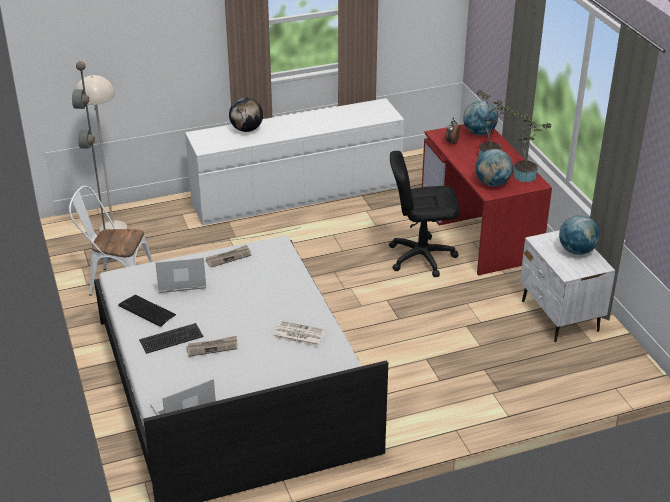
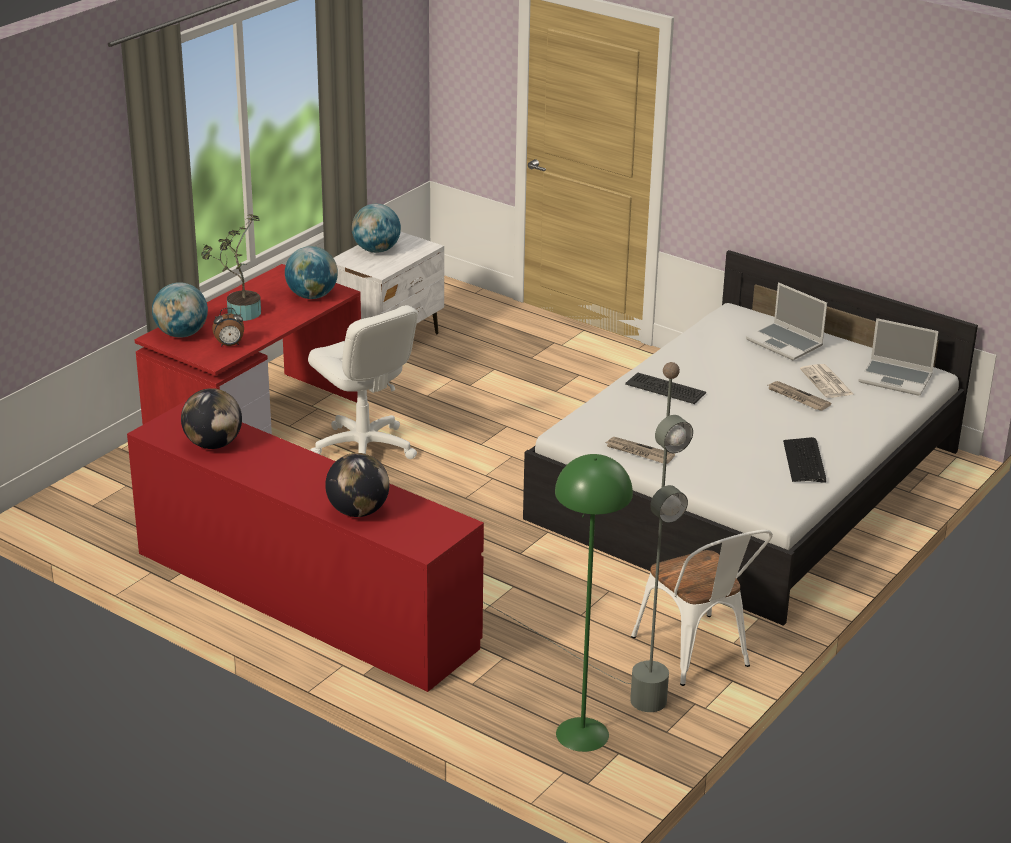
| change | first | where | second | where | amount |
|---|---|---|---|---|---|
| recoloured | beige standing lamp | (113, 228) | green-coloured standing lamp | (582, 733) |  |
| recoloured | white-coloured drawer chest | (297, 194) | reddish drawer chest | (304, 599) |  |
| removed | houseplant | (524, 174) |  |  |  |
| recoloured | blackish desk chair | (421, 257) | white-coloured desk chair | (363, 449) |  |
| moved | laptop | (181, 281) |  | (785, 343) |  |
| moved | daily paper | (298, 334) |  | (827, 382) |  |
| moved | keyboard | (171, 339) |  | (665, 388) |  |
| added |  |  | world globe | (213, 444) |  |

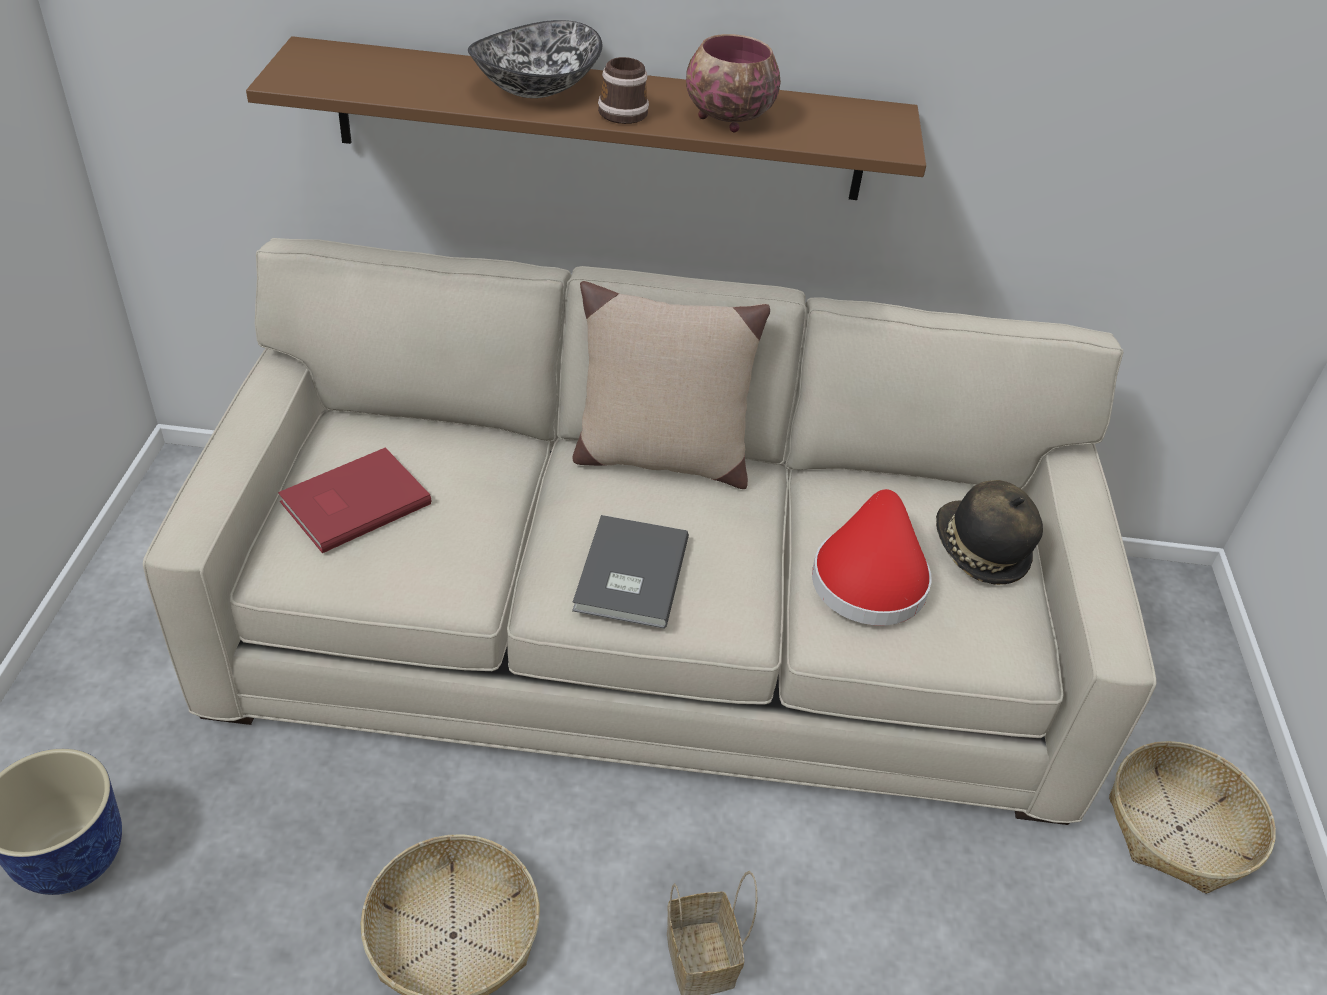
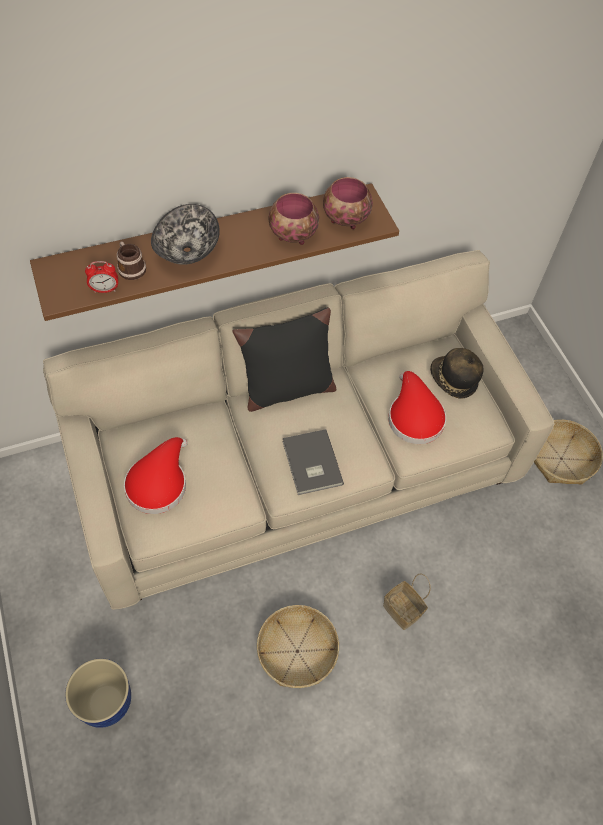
| change | first | where | second | where | amount |
|---|---|---|---|---|---|
| moved | tea mug | (622, 110) |  | (130, 267) |  |
| recoloured | beige pillow | (659, 458) | blackish pillow | (286, 389) |  |
| replaced | reddish book | (352, 502) | reddish hat | (158, 482) |  |
| added |  |  | deep dish | (344, 219) |  |
| added |  |  | bedside clock | (105, 289) |  |

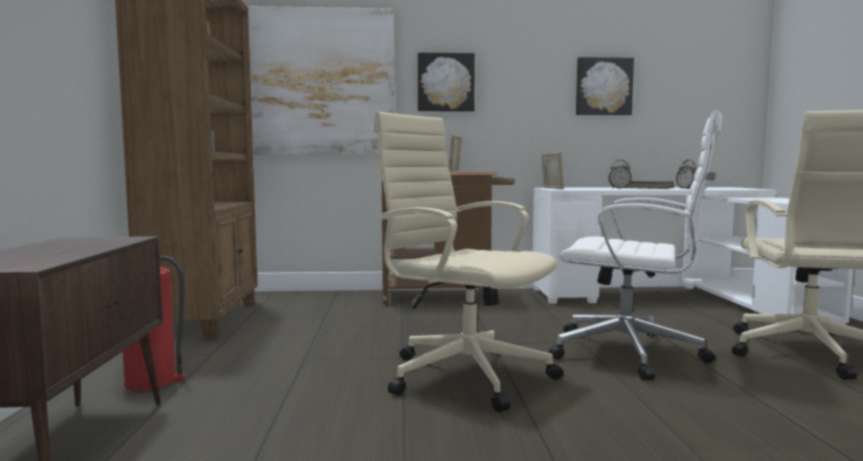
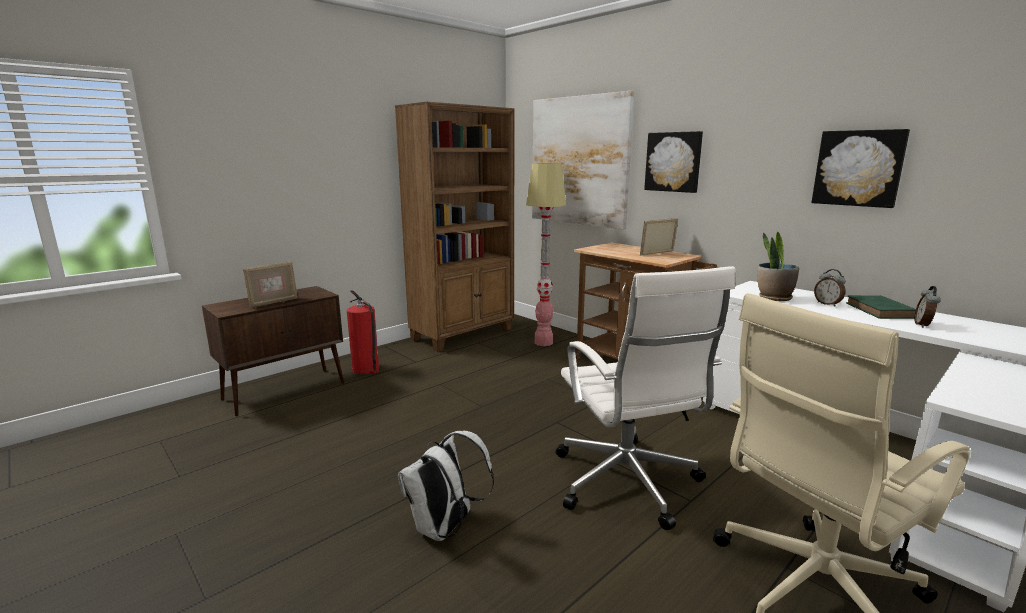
| change | first | where | second | where | amount |
|---|---|---|---|---|---|
| removed | beige desk chair | (464, 374) |  |  |  |
| moved | photo frame | (551, 188) |  | (273, 303) |  |
| added |  |  | standing lamp | (543, 342) |  |
| added |  |  | houseplant | (774, 298) |  |
| added |  |  | white-coloured rucksack | (445, 528) |  |

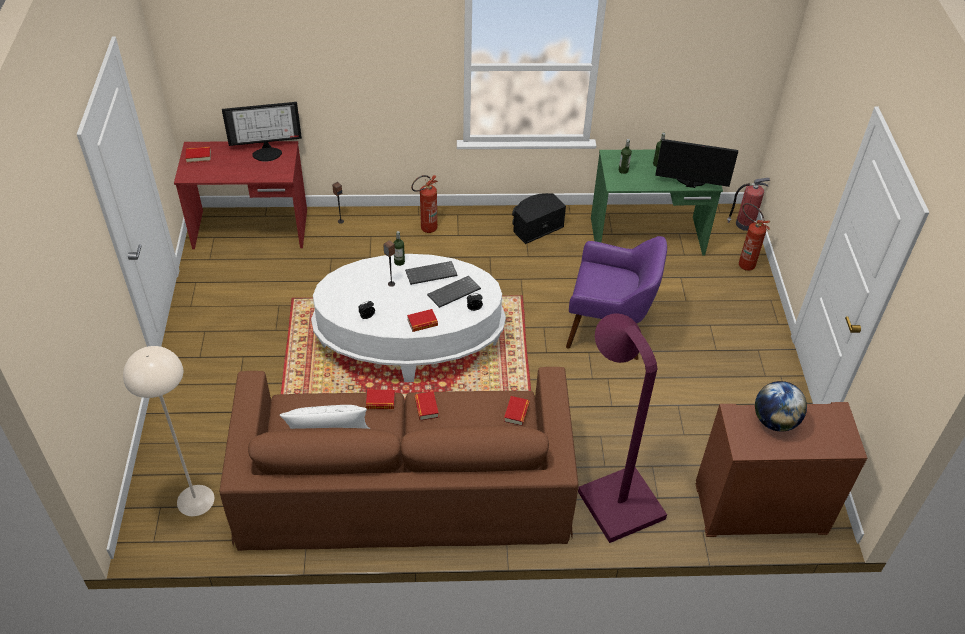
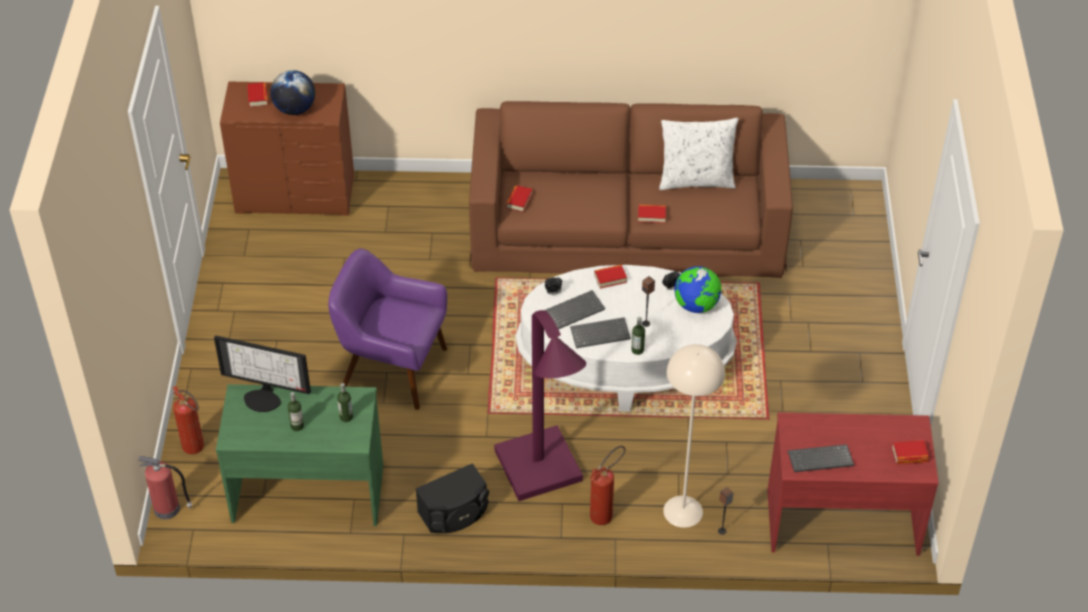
| change | first | where | second | where | amount |
|---|---|---|---|---|---|
| replaced | computer screen | (267, 152) | keyboard | (819, 460) |  |
| moved | purplish standing lamp | (614, 495) |  | (543, 476) |  |
| moved | beige standing lamp | (196, 500) |  | (682, 511) |  |
| moved | book | (426, 408) |  | (258, 97) |  |
| added |  |  | world globe | (696, 305) |  |

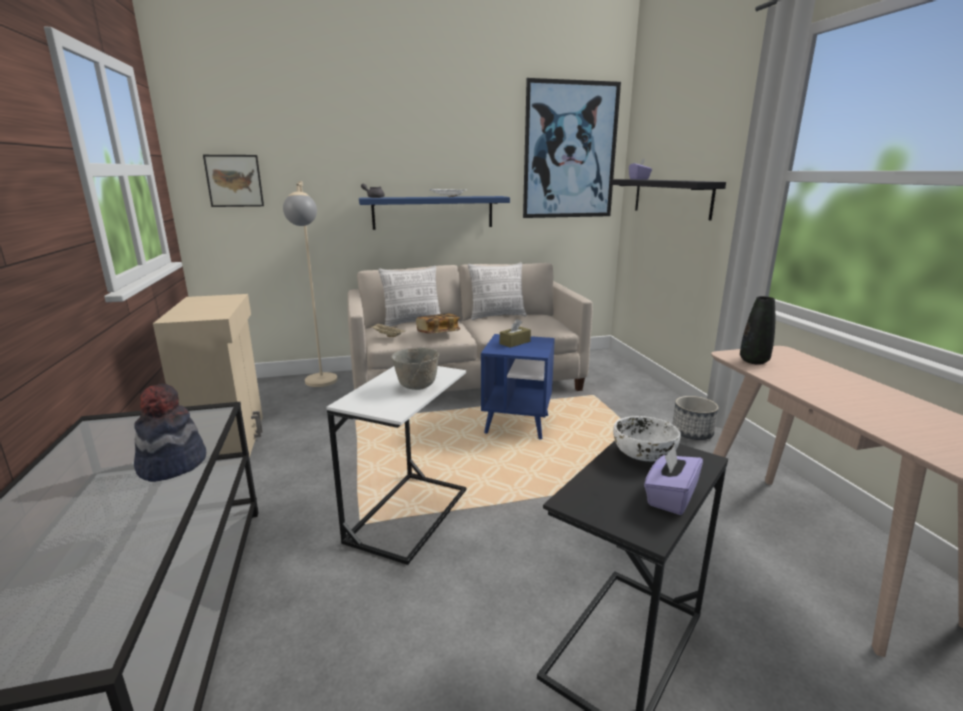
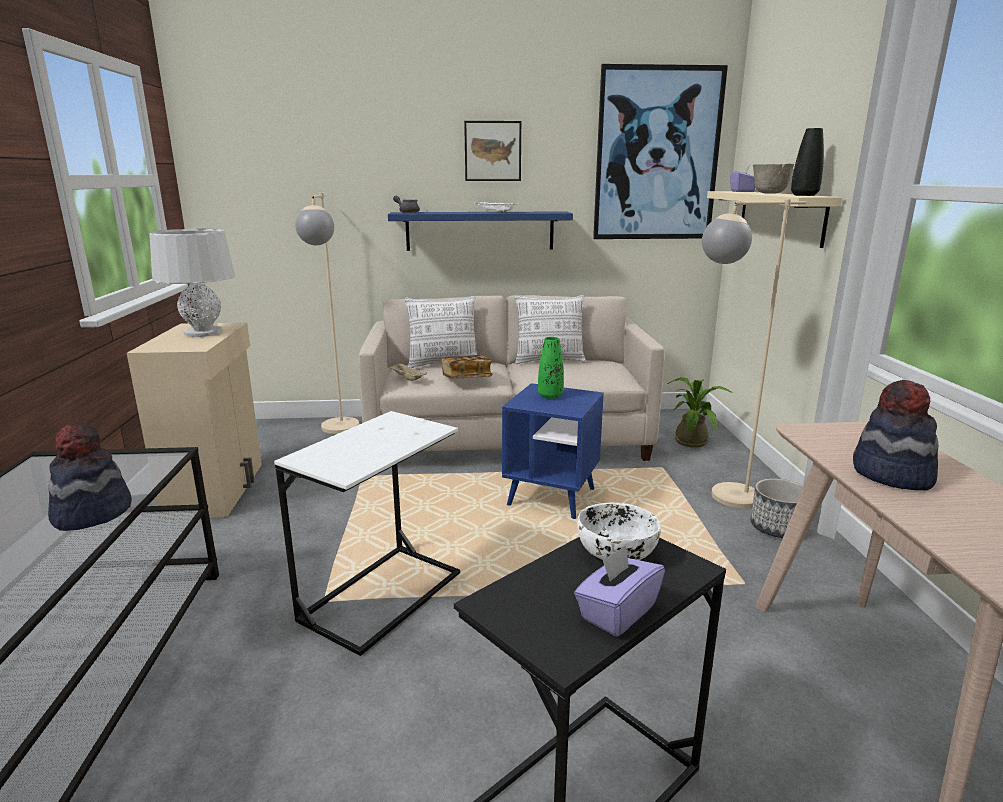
| change | first | where | second | where | amount |
|---|---|---|---|---|---|
| moved | wall picture | (234, 181) |  | (492, 151) |  |
| recoloured | blackish bracket shelf | (671, 197) | beige bracket shelf | (780, 216) |  |
| moved | blackish decorative vase | (754, 361) |  | (804, 195) |  |
| replaced | brown box of tissues | (515, 342) | green-coloured decorative vase | (550, 396) |  |
| moved | grey deep dish | (417, 386) |  | (770, 193) |  |
| added |  |  | beige standing lamp | (720, 498) |  |
| added |  |  | grey tabletop lamp | (203, 332) |  |
| added |  |  | houseplant | (692, 440) |  |
| added |  |  | hat | (891, 475) |  |

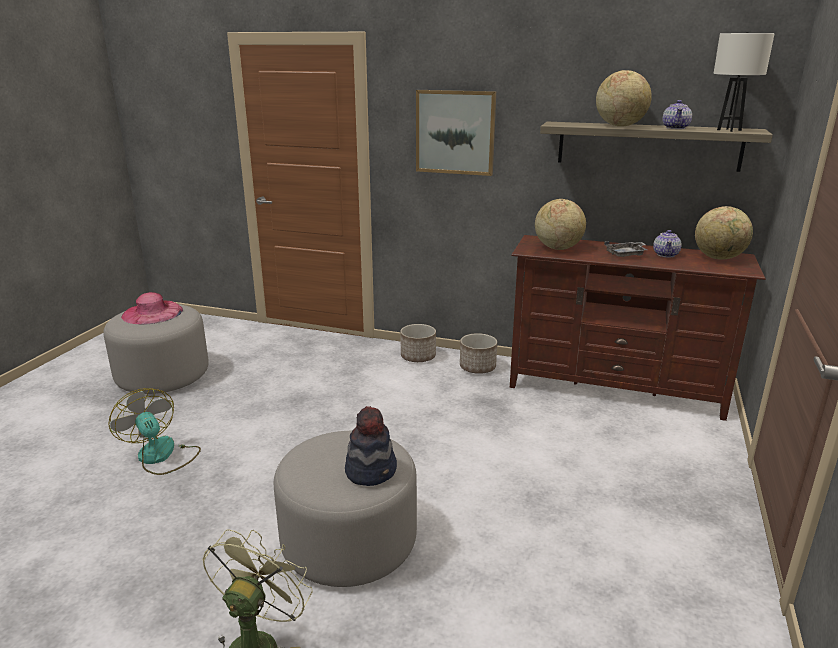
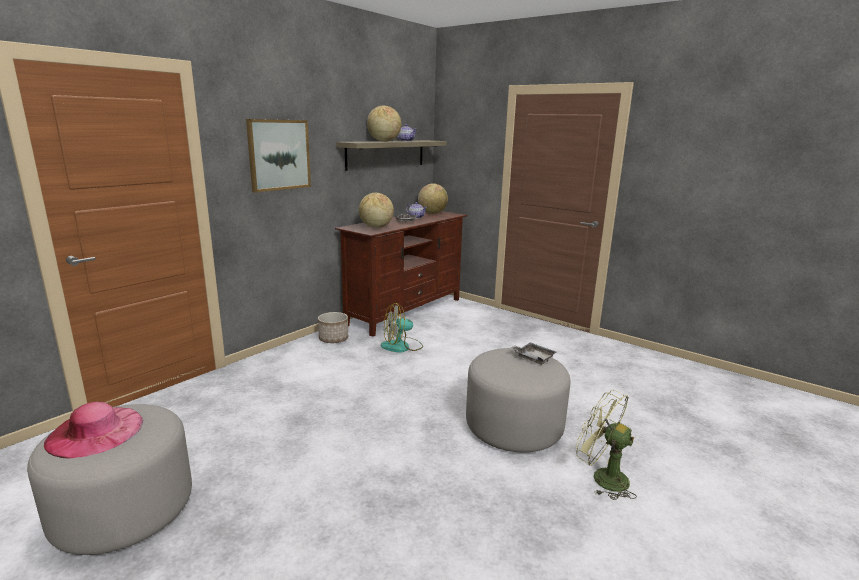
| change | first | where | second | where | amount |
|---|---|---|---|---|---|
| removed | white-coloured tabletop lamp | (729, 130) |  |  |  |
| removed | flower pot | (418, 357) |  |  |  |
| moved | electric fan | (161, 456) |  | (402, 346) |  |
| replaced | hat | (371, 470) | grey serving tray | (533, 358) |  |

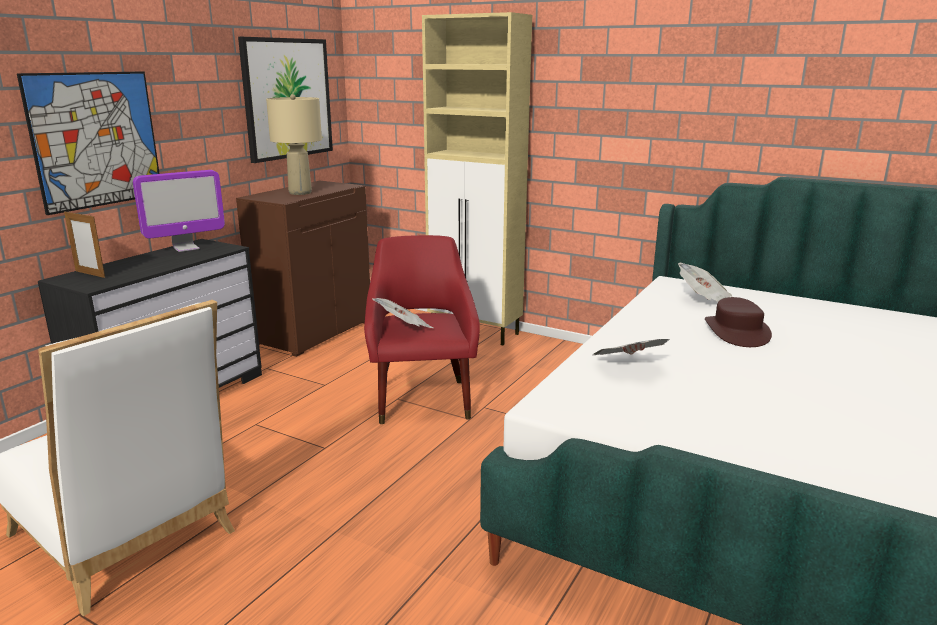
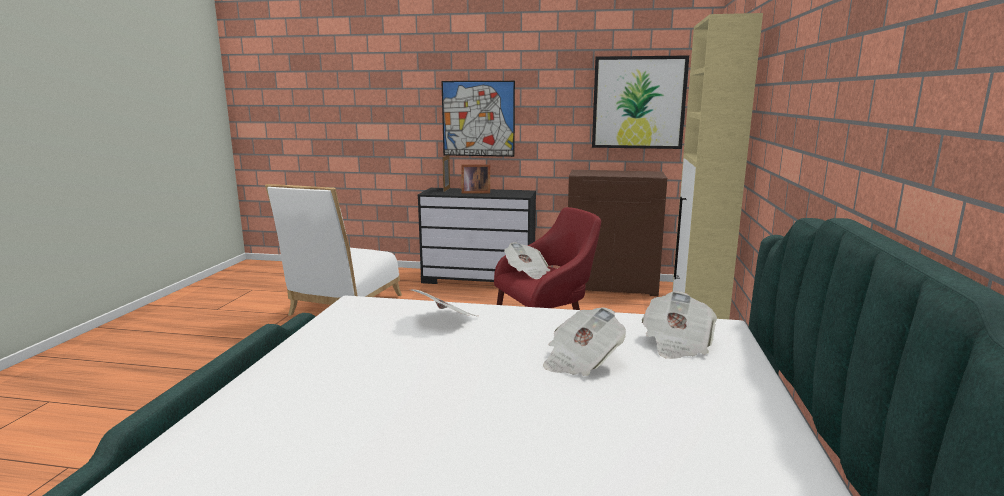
| change | first | where | second | where | amount |
|---|---|---|---|---|---|
| removed | beige tabletop lamp | (299, 193) |  |  |  |
| removed | computer screen | (186, 248) |  |  |  |
| replaced | brown hat | (736, 332) | daily paper | (581, 361) |  |
| added |  |  | photo frame | (474, 192) |  |

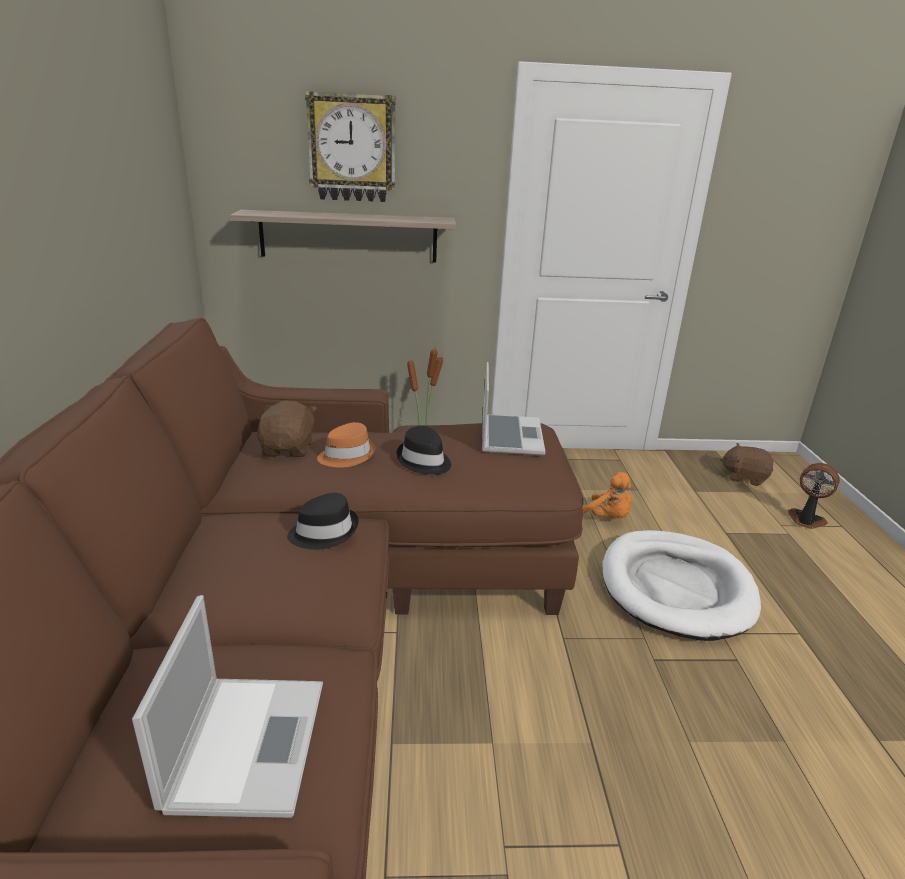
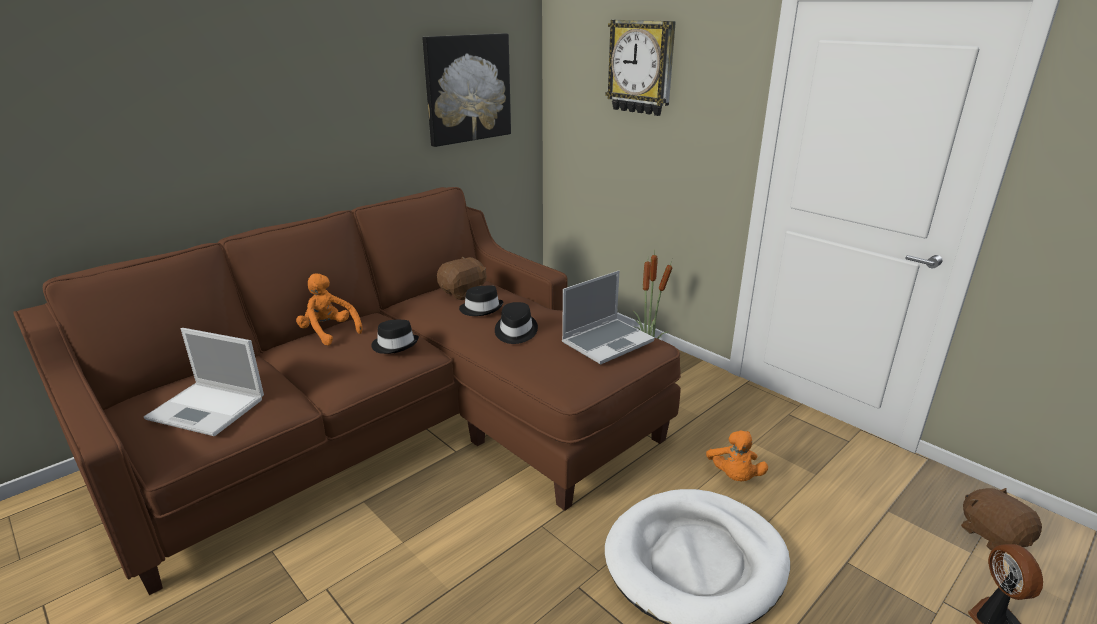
| change | first | where | second | where | amount |
|---|---|---|---|---|---|
| removed | bracket shelf | (348, 236) |  |  |  |
| recoloured | orange hat | (347, 455) | blackish hat | (481, 308) |  |
| turned | laptop | (247, 740) |  | (208, 409) | 60 degrees clockwise |
| added |  |  | wall picture | (467, 88) |  |
| added |  |  | orange cuddly toy | (329, 332) |  |

